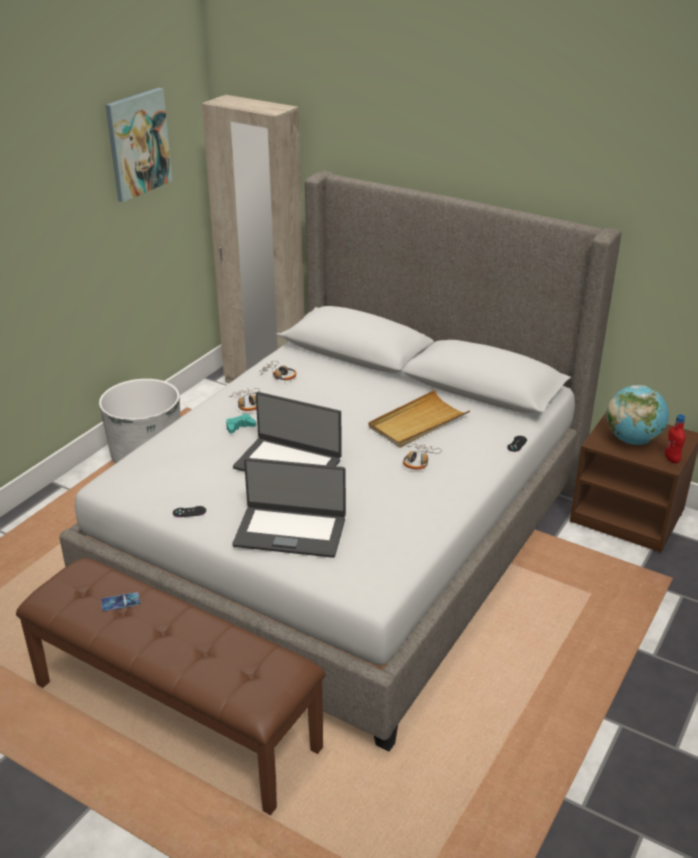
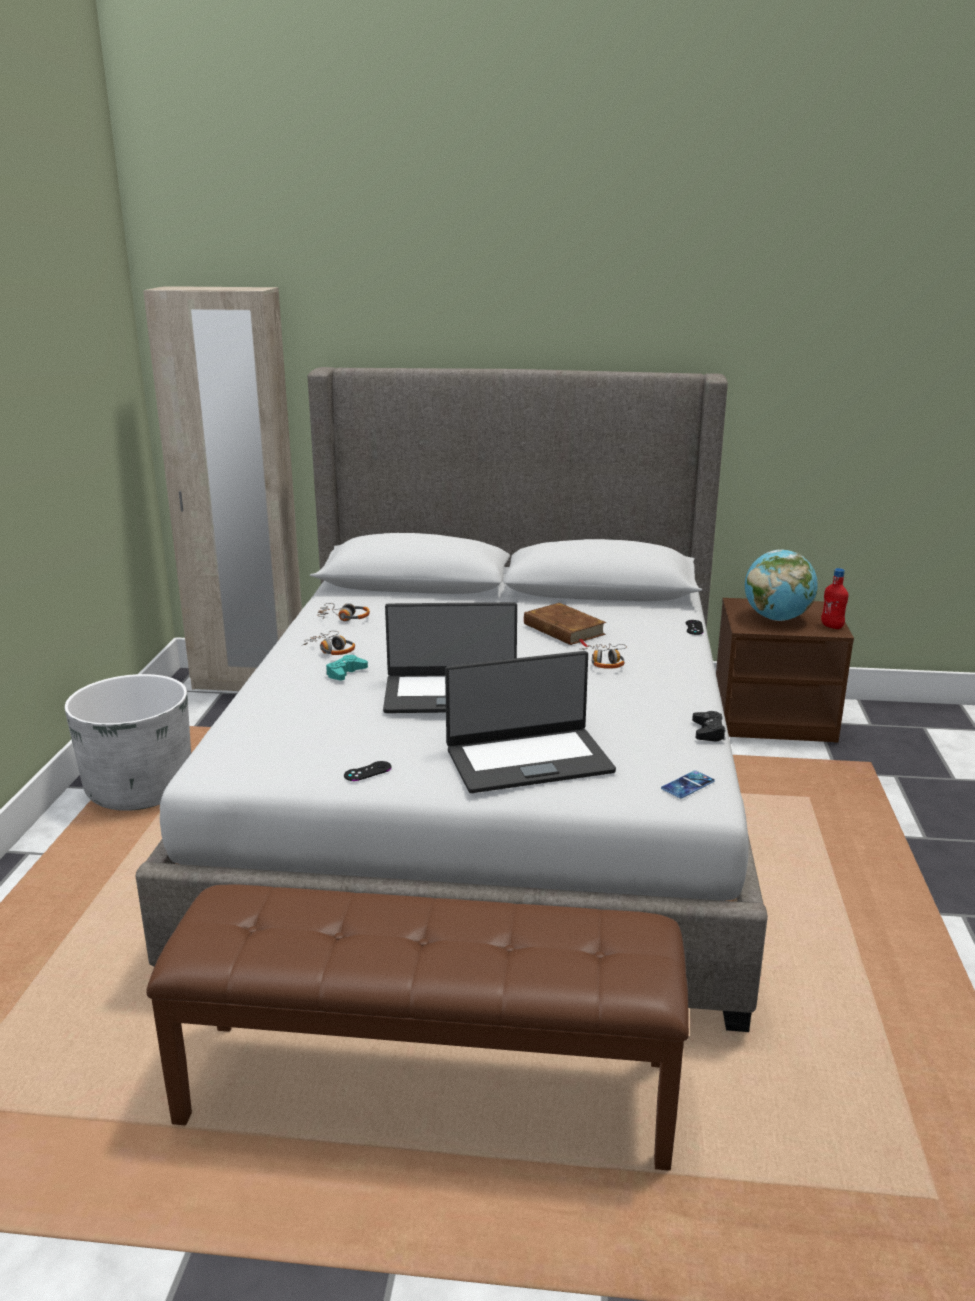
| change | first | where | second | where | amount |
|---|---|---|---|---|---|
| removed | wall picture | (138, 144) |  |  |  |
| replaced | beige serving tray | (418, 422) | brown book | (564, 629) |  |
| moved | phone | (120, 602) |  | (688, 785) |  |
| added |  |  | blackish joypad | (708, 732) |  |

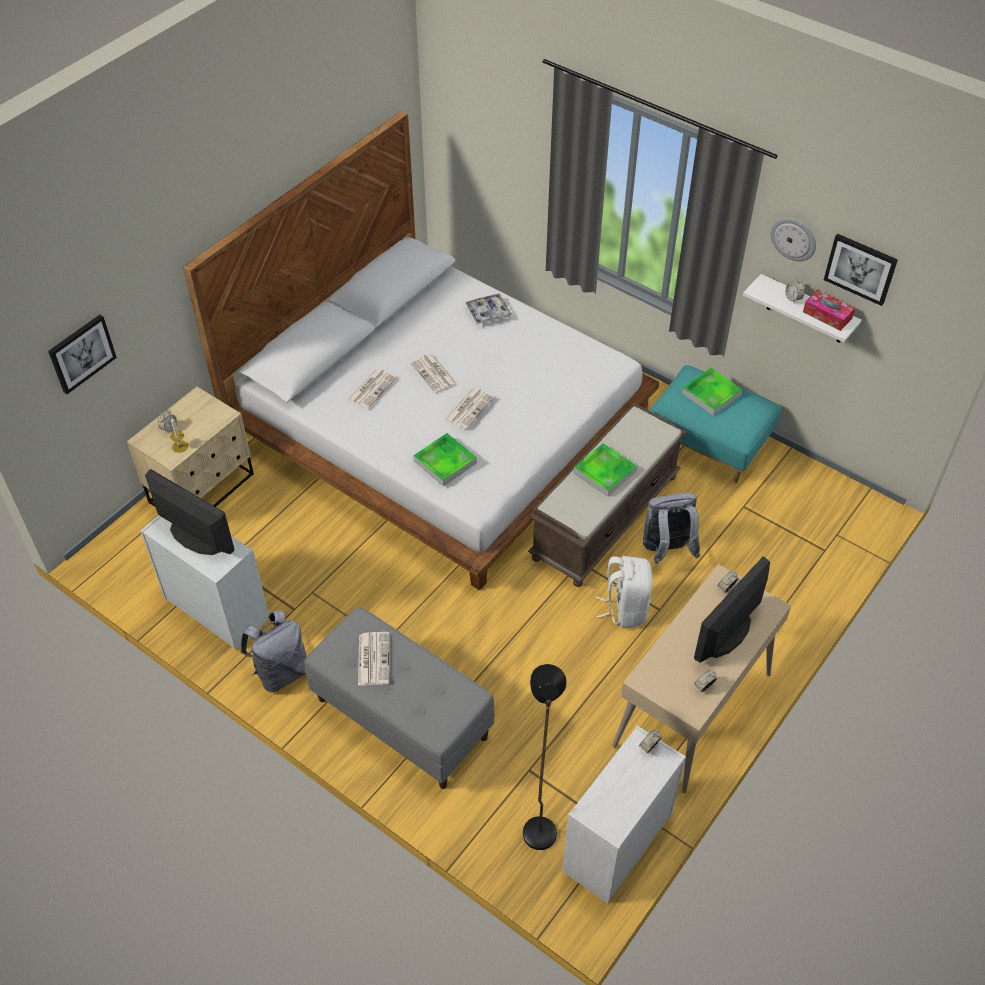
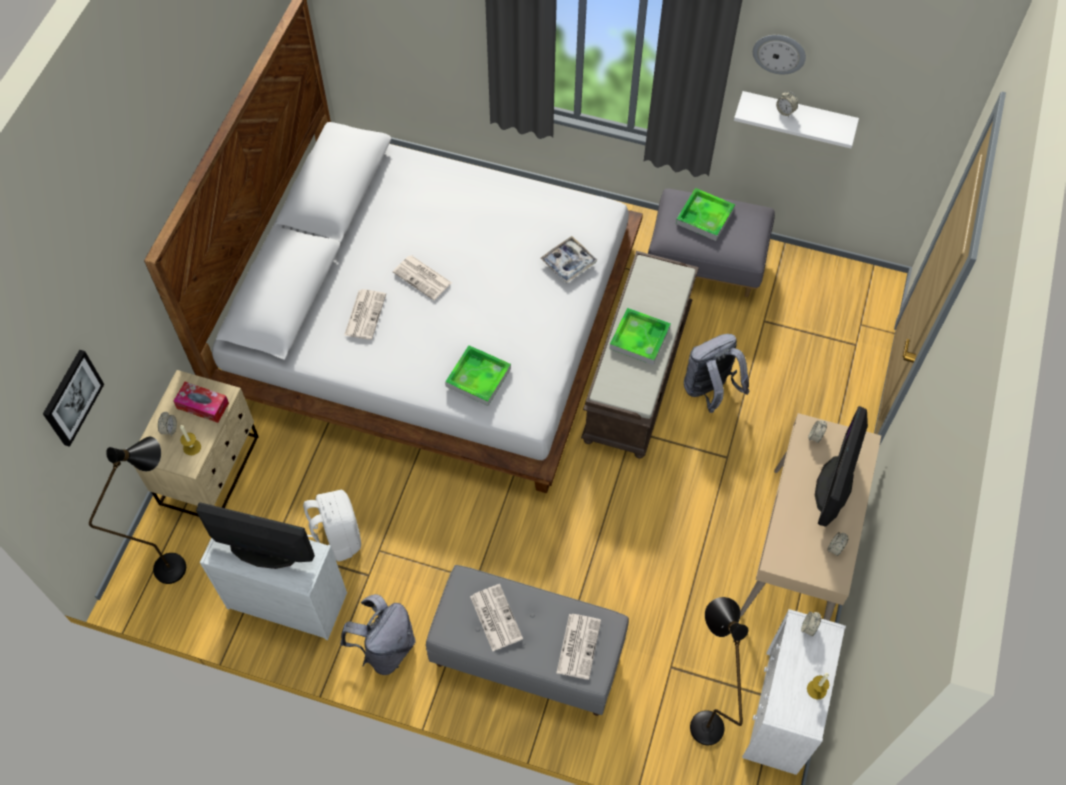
| change | first | where | second | where | amount |
|---|---|---|---|---|---|
| removed | wall picture | (861, 268) |  |  |  |
| moved | box of tissues | (827, 315) |  | (203, 405) |  |
| moved | serving tray | (488, 313) |  | (568, 263) |  |
| recoloured | turquoise pouffe | (709, 445) | grey pouffe | (706, 263) |  |
| moved | daily paper | (469, 408) |  | (578, 645) |  |
| moved | white-coloured rucksack | (625, 608) |  | (337, 538) |  |
| added |  |  | blackish standing lamp | (181, 561) |  |
| added |  |  | wax light | (816, 689) |  |

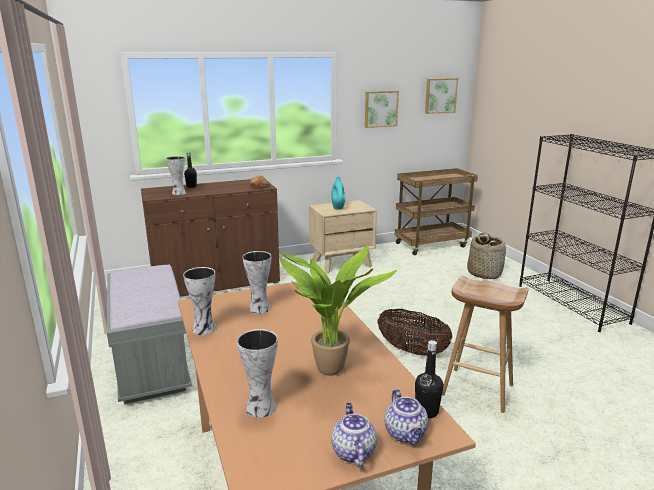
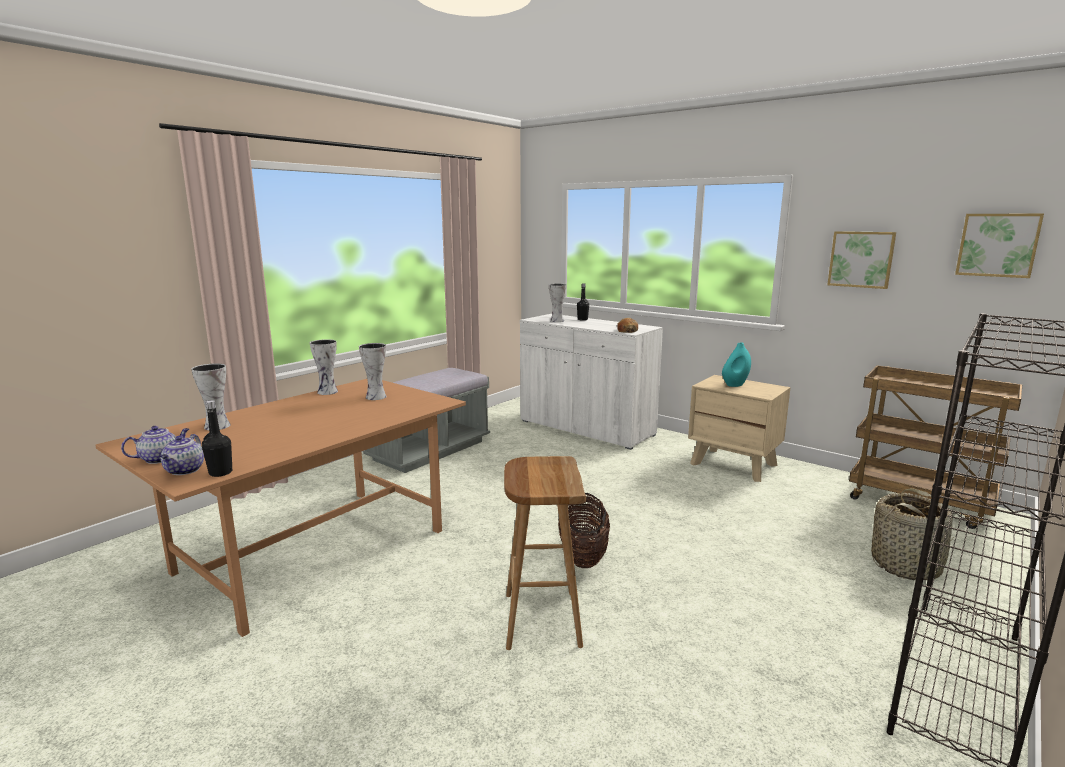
| change | first | where | second | where | amount |
|---|---|---|---|---|---|
| recoloured | brown storage cabinet | (216, 283) | white-coloured storage cabinet | (586, 428) |  |
| removed | houseplant | (331, 372) |  |  |  |
| turned | tea pot | (406, 434) |  | (184, 470) | 45 degrees counterclockwise |

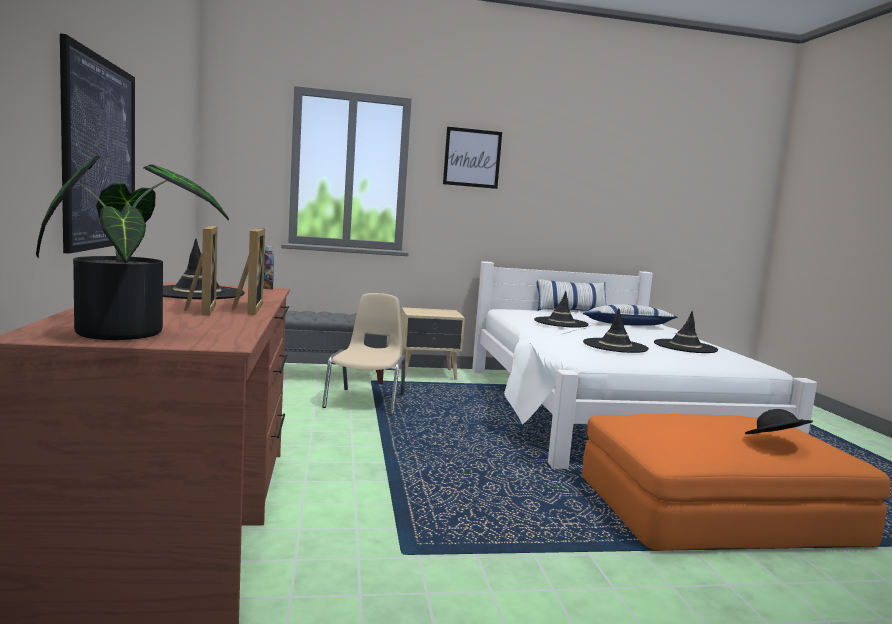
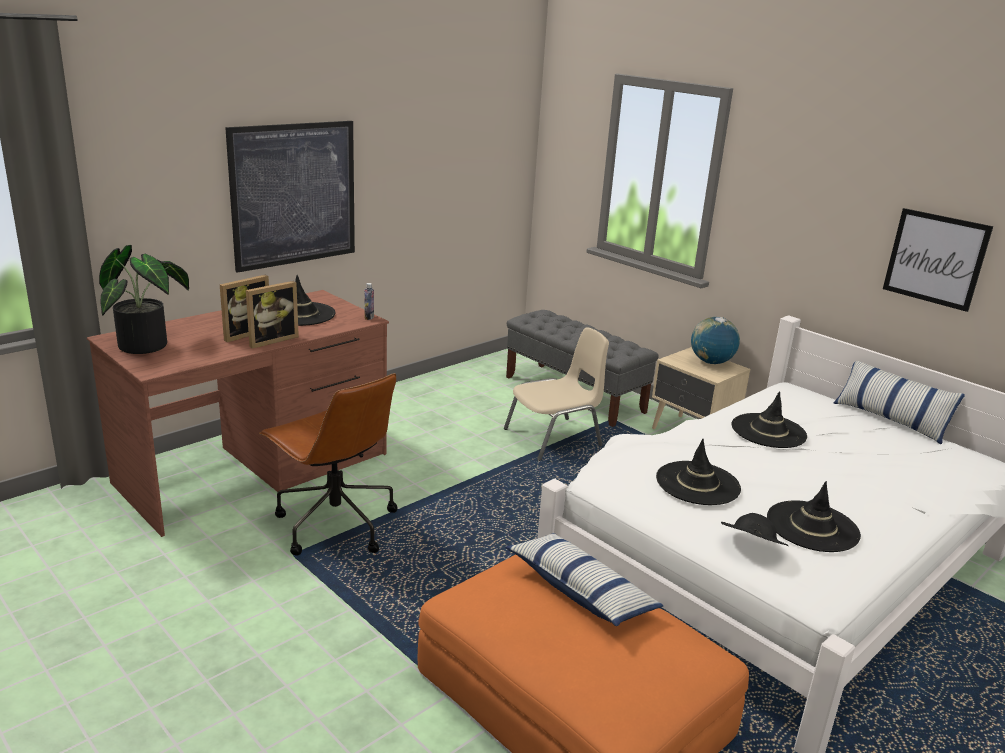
| change | first | where | second | where | amount |
|---|---|---|---|---|---|
| moved | wall picture | (472, 158) |  | (935, 259) |  |
| moved | pillow | (628, 325) |  | (580, 591) |  |
| moved | blackish hat | (775, 442) |  | (750, 547) |  |
| added |  |  | world globe | (711, 362) |  |
| added |  |  | brown desk chair | (334, 524) |  |

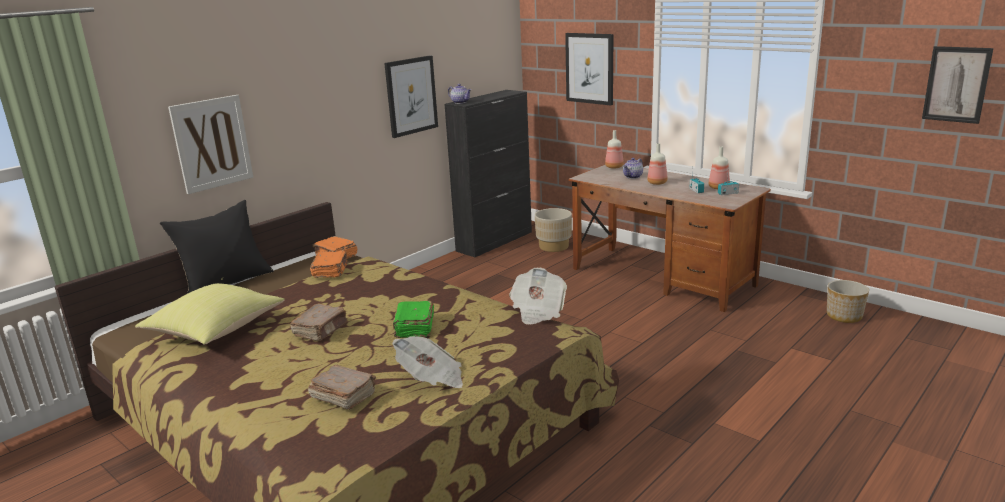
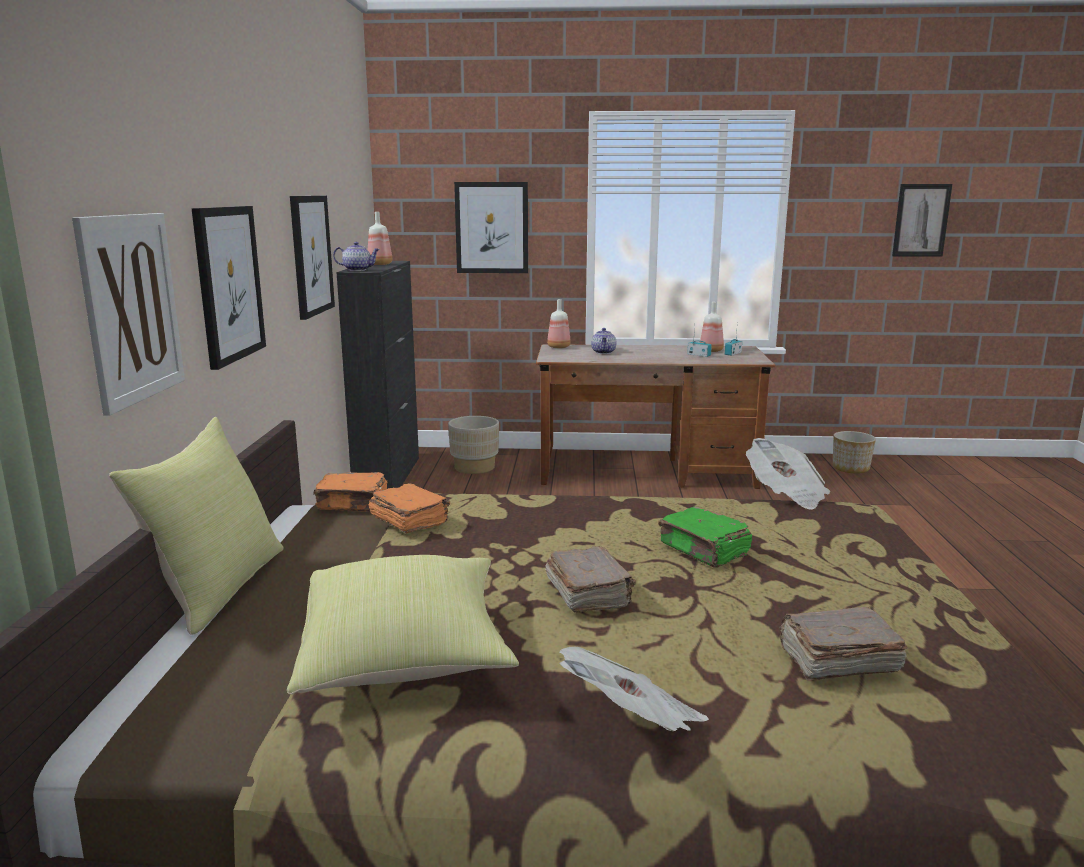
| change | first | where | second | where | amount |
|---|---|---|---|---|---|
| moved | beverage bottle | (657, 183) |  | (379, 264) |  |
| recoloured | blackish pillow | (226, 282) | yellow-coloured pillow | (218, 588) |  |
| moved | daily paper | (431, 379) |  | (633, 724) |  |
| added |  |  | wall picture | (228, 284) |  |

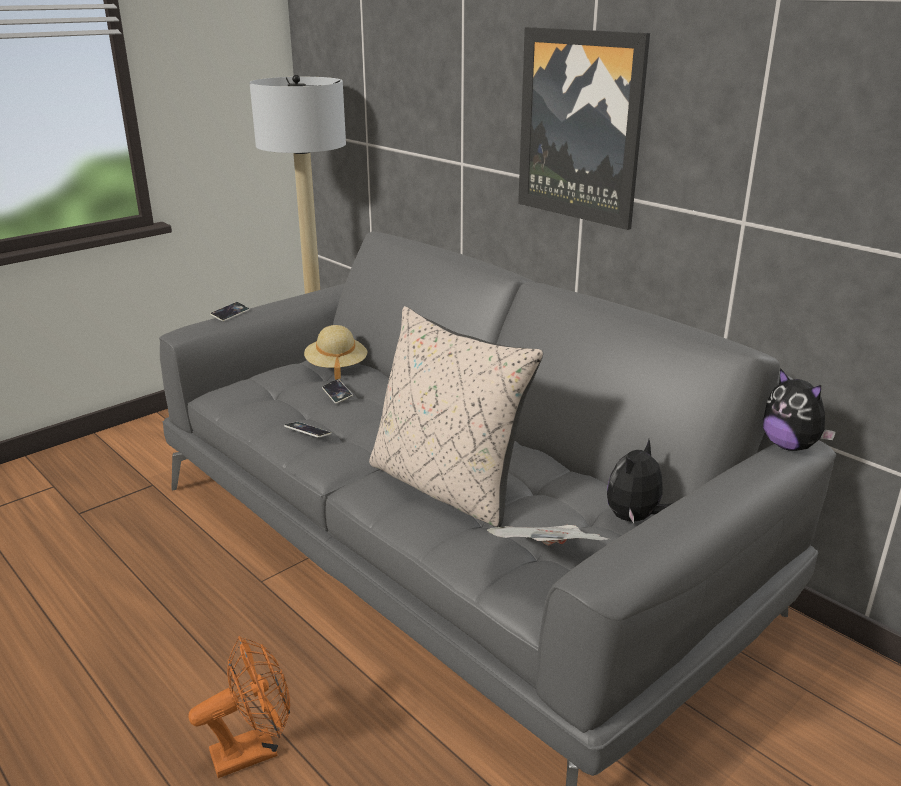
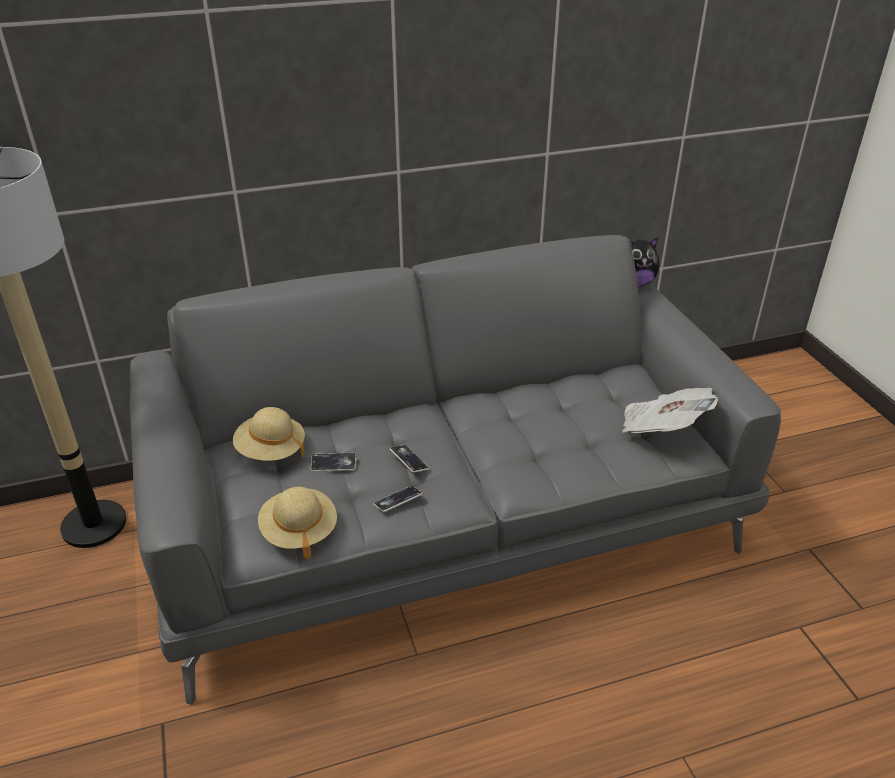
| change | first | where | second | where | amount |
|---|---|---|---|---|---|
| removed | wall picture | (580, 126) |  |  |  |
| moved | phone | (230, 314) |  | (409, 461) |  |
| removed | beige pillow | (447, 486) |  |  |  |
| removed | cuddly toy | (635, 518) |  |  |  |
| removed | orange electric fan | (254, 750) |  |  |  |
| added |  |  | beige hat | (299, 531) |  |

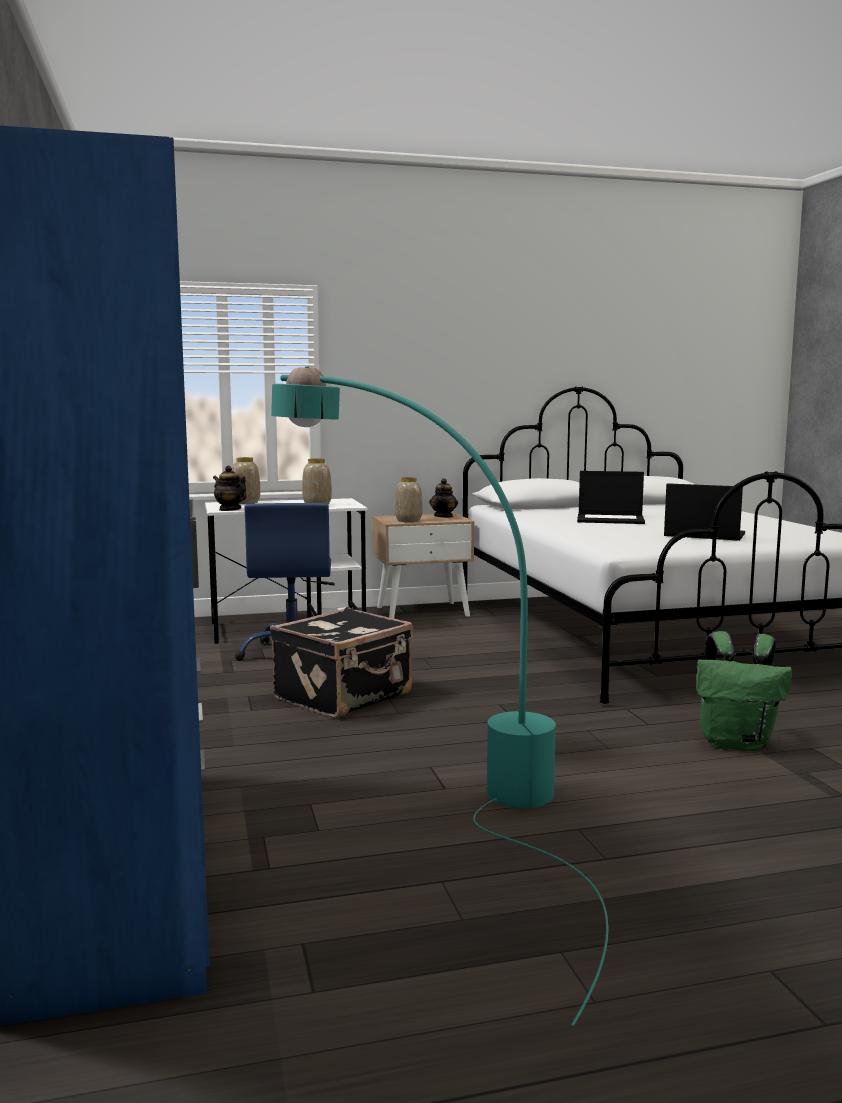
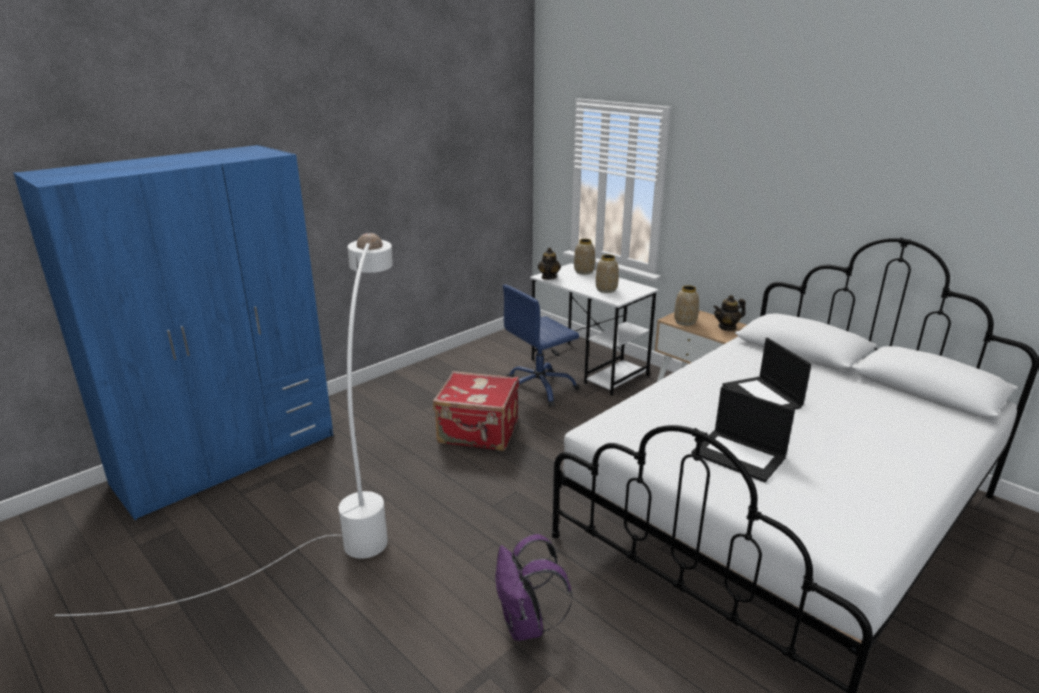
| change | first | where | second | where | amount |
|---|---|---|---|---|---|
| recoloured | turquoise standing lamp | (430, 793) | white-coloured standing lamp | (350, 511) |  |
| turned | laptop | (703, 535) |  | (740, 455) | 135 degrees clockwise |
| recoloured | blackish piece of luggage | (345, 696) | reddish piece of luggage | (478, 433) |  |
| recoloured | green-coloured rucksack | (736, 743) | purplish rucksack | (526, 625) |  |

